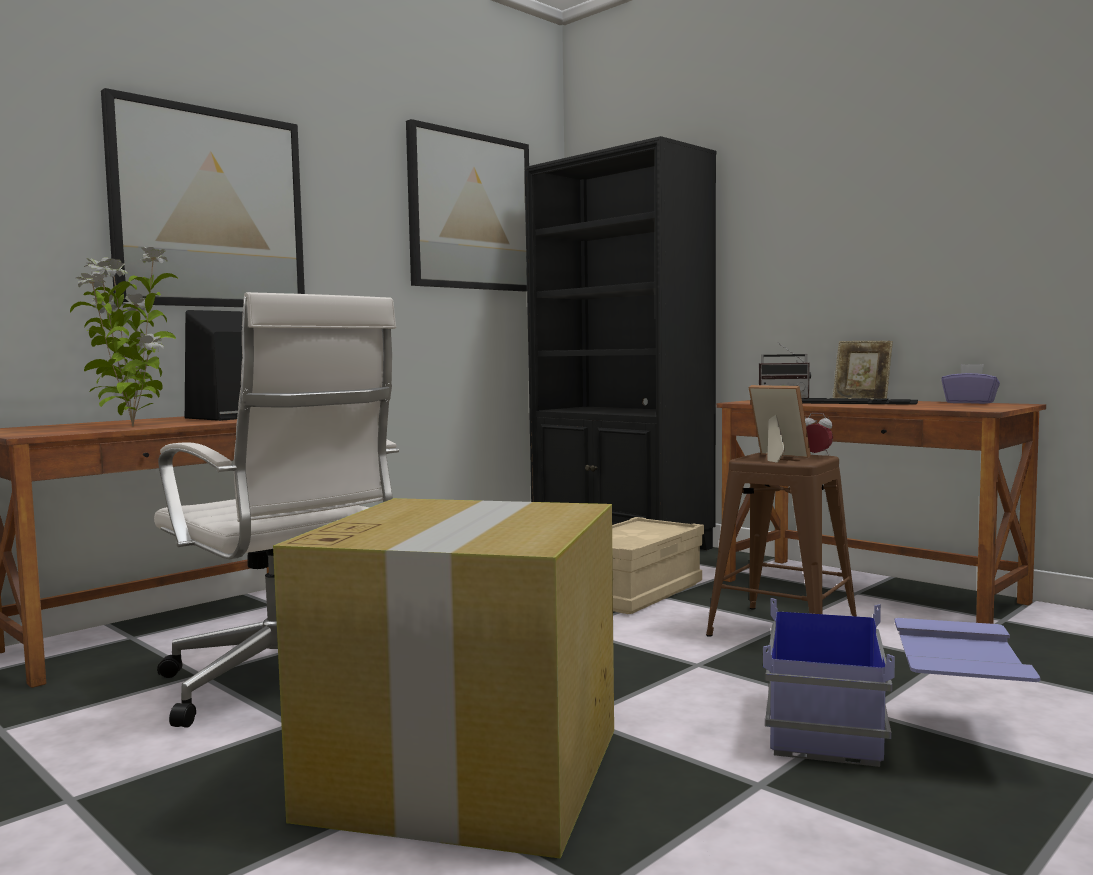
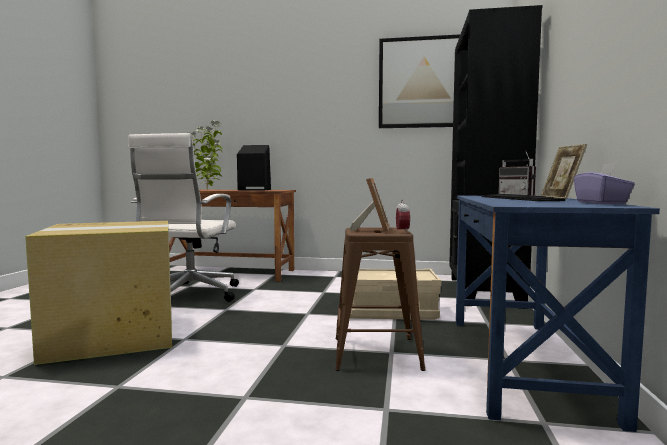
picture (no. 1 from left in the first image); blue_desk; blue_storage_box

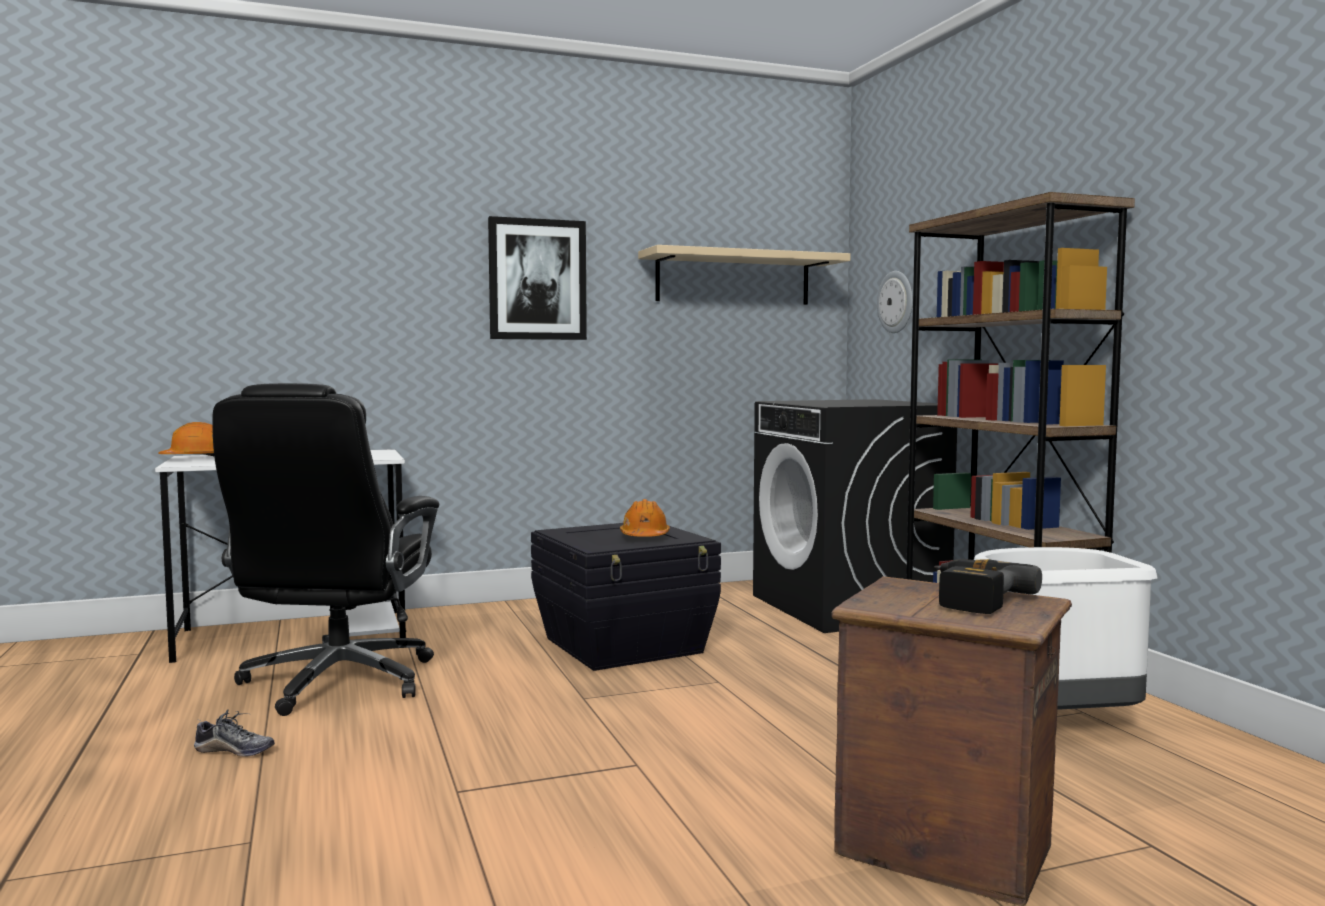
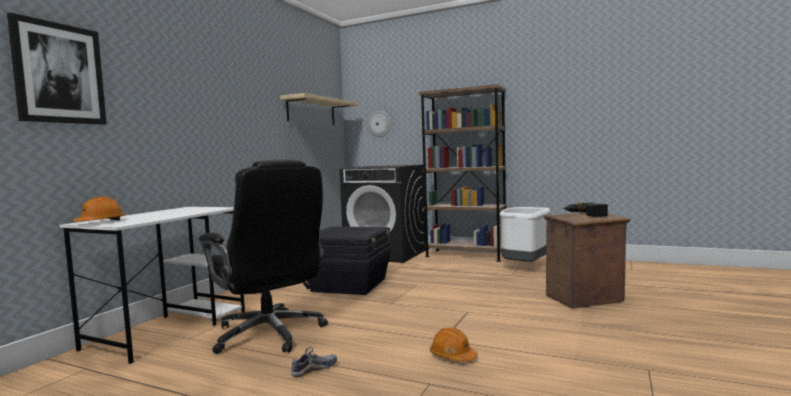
picture; orange_hard_hat (no. 2 from left)

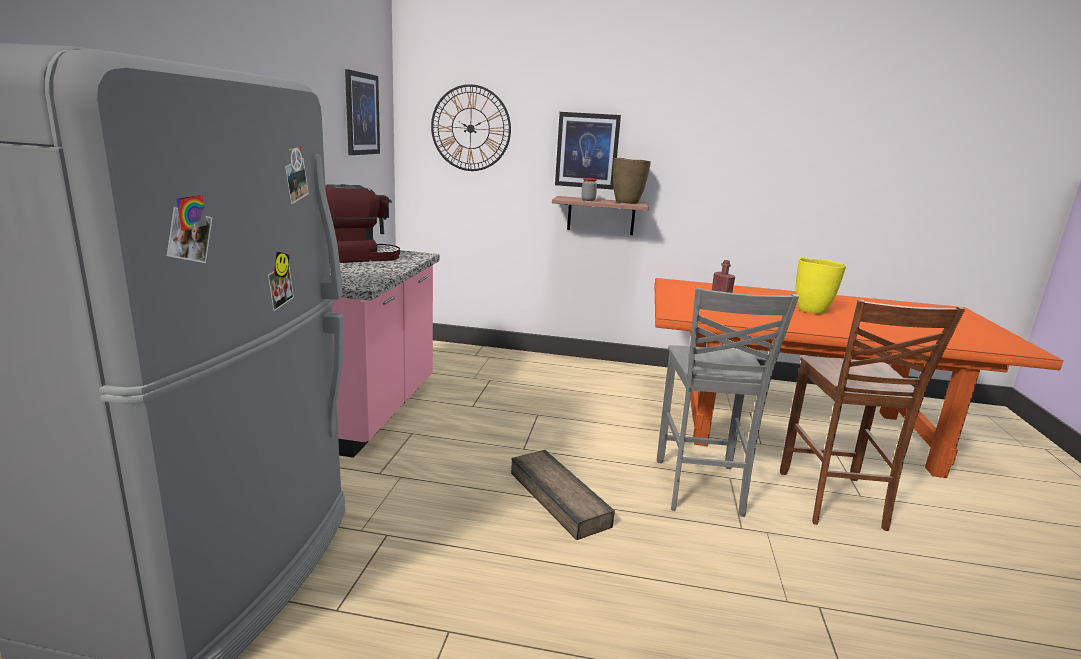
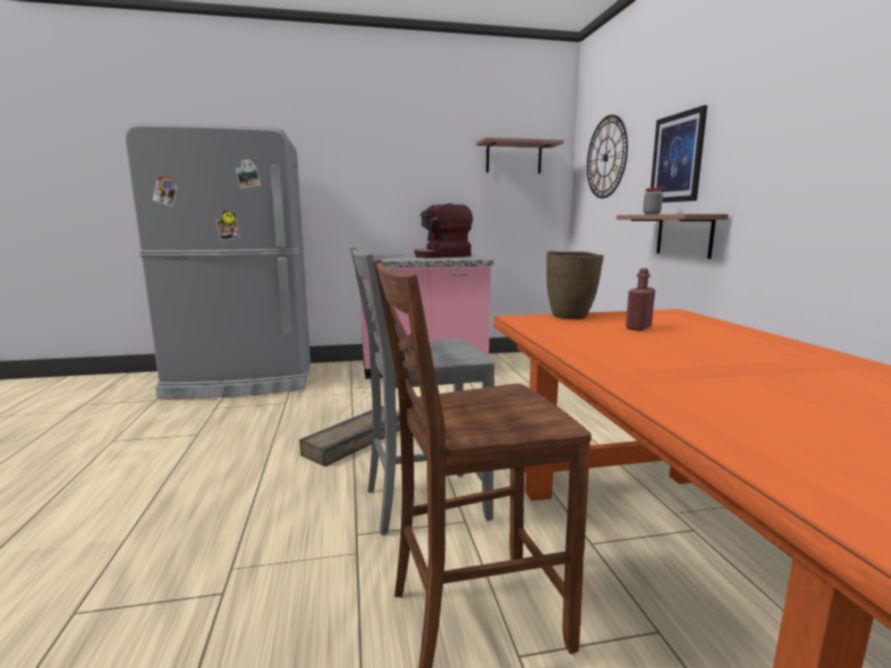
shelf (no. 1 from left); brown_vase; coffee_machine; yellow_vase

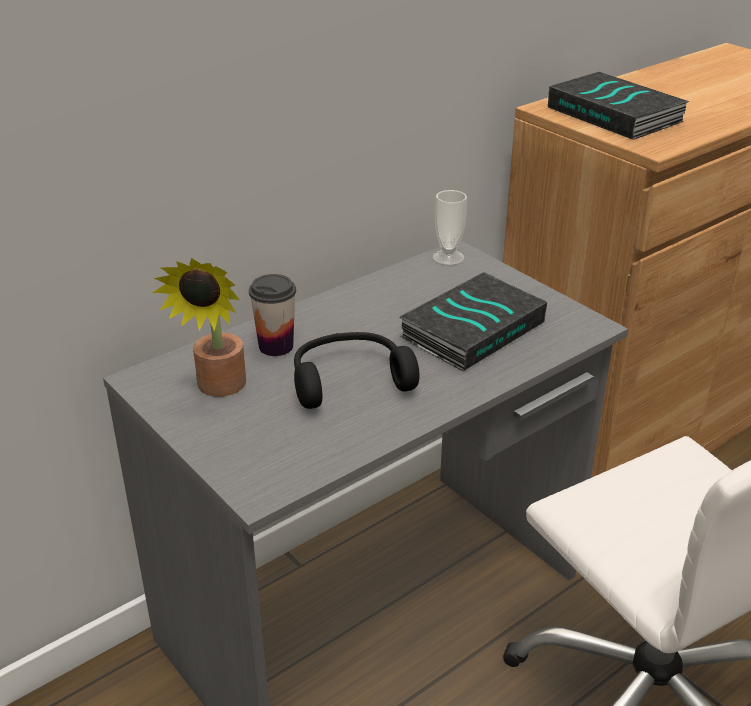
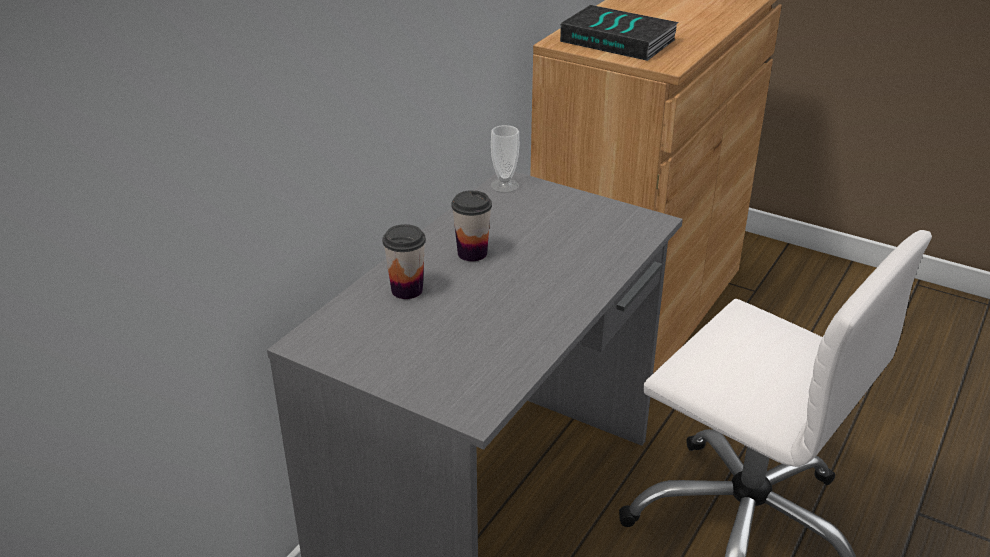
potted_plant; book (no. 1 from left in the first image); black_headphones; cup (no. 2 from left)

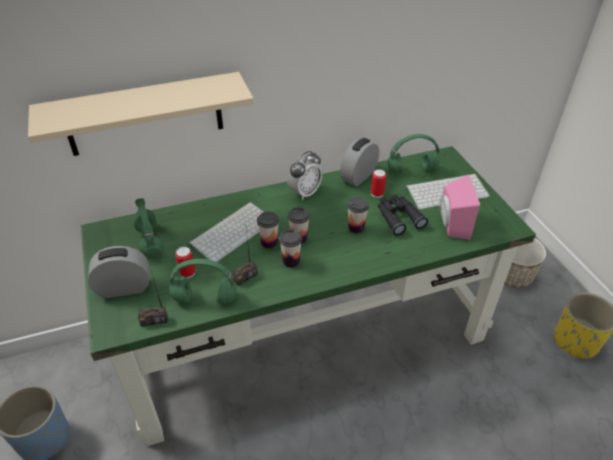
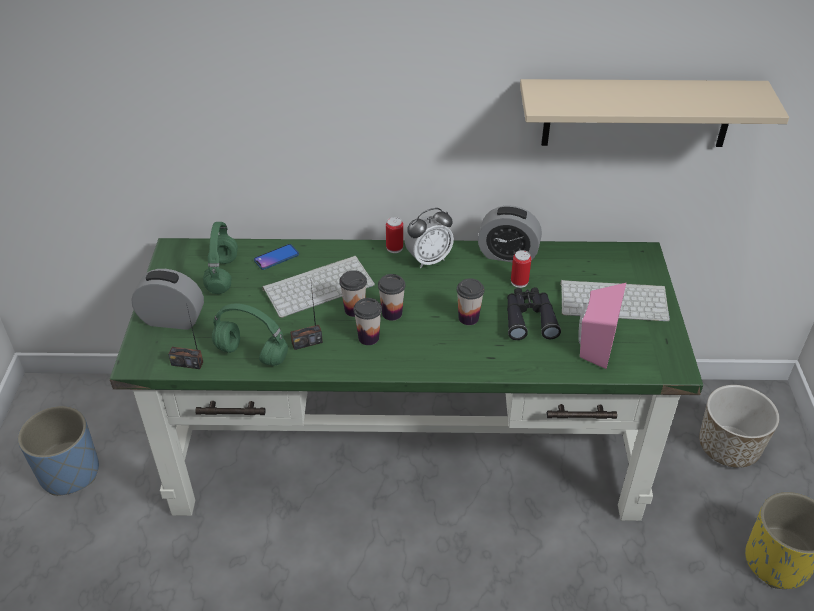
beige_shelf; green_headphones (no. 3 from left in the first image); alarm_clock (no. 3 from left); can (no. 1 from left); phone

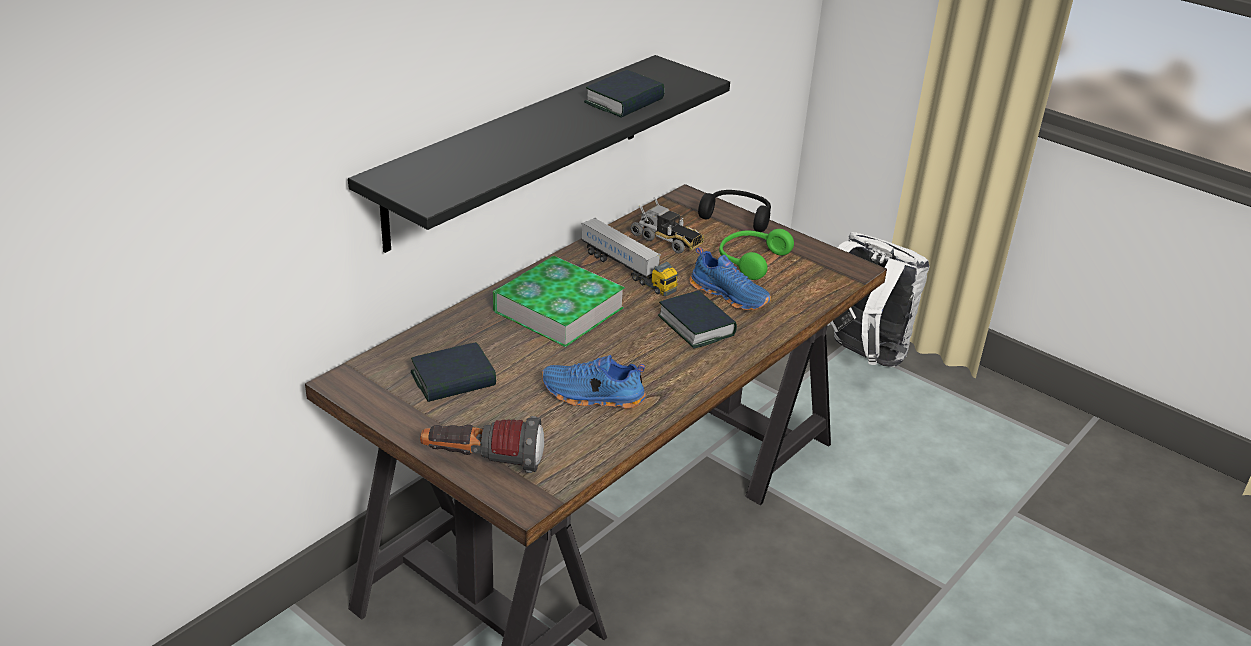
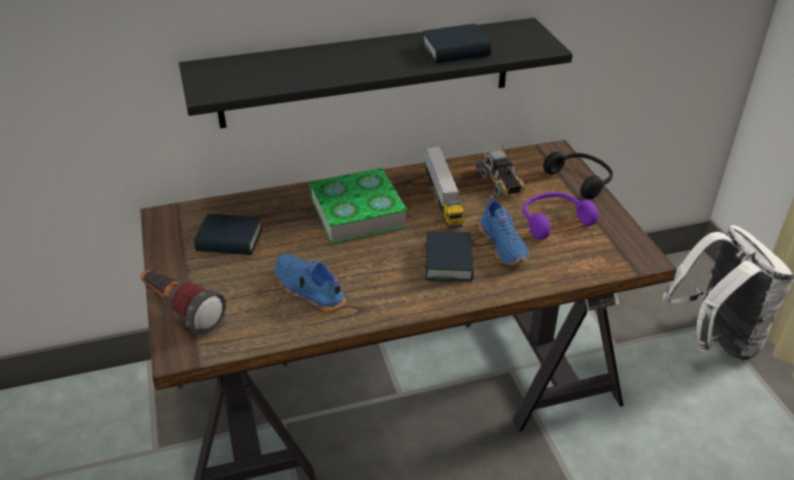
purple_headphones

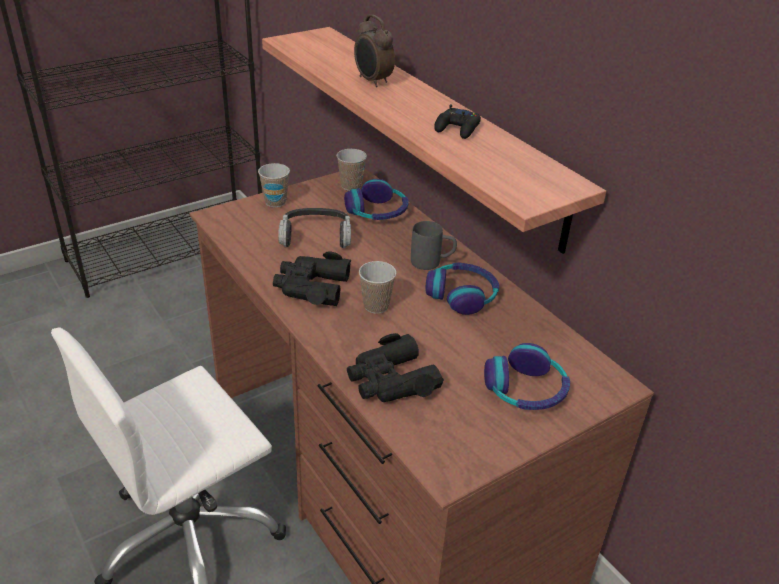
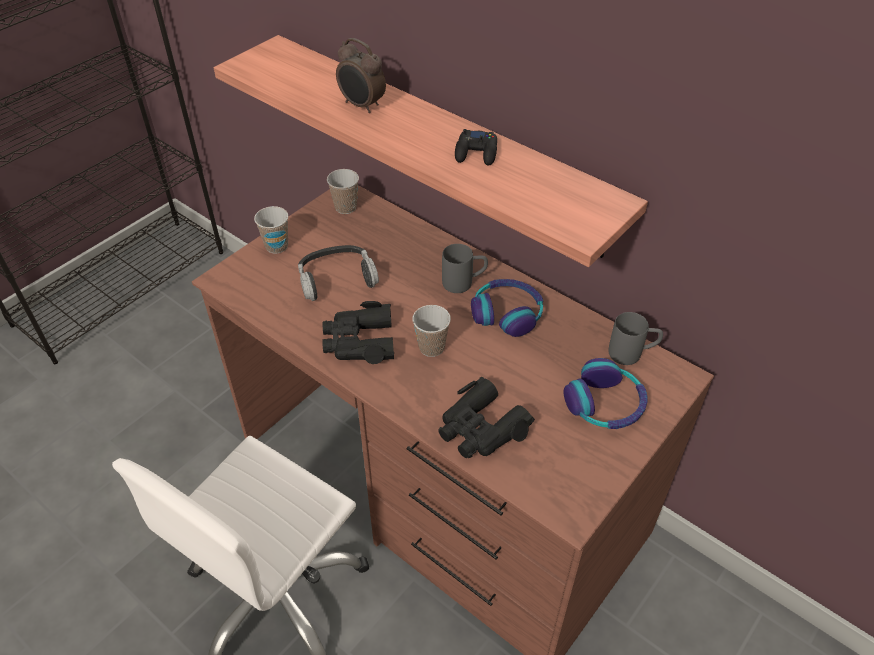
headphones (no. 2 from left in the first image); grey_mug (no. 2 from left)

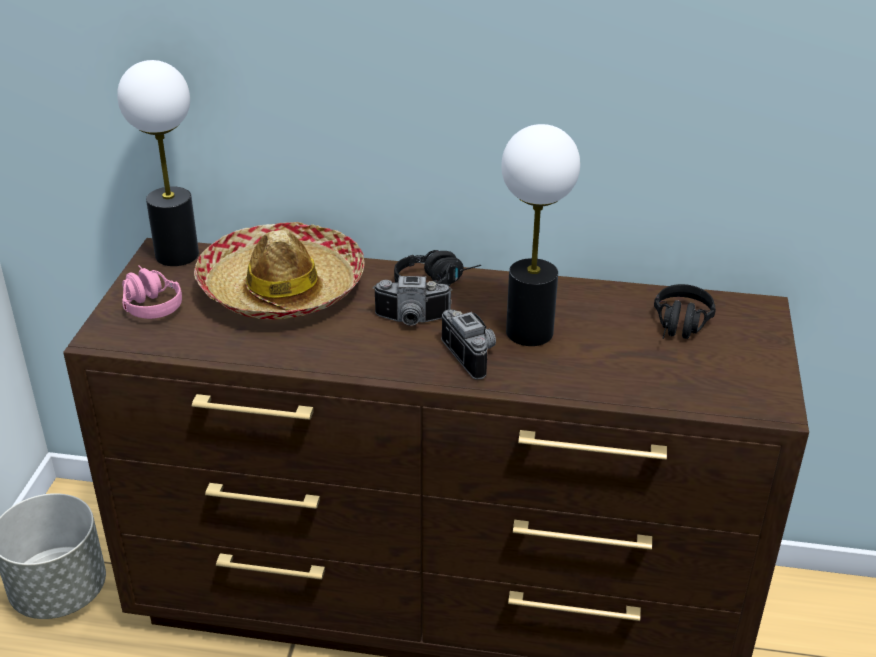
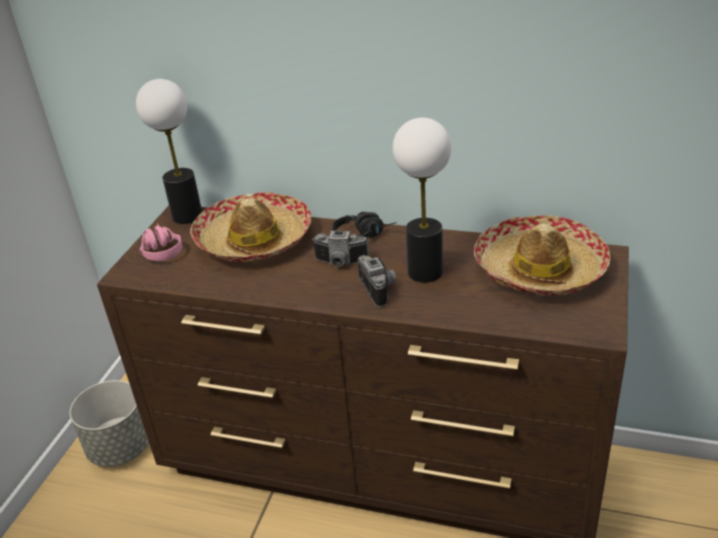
hat (no. 2 from left)

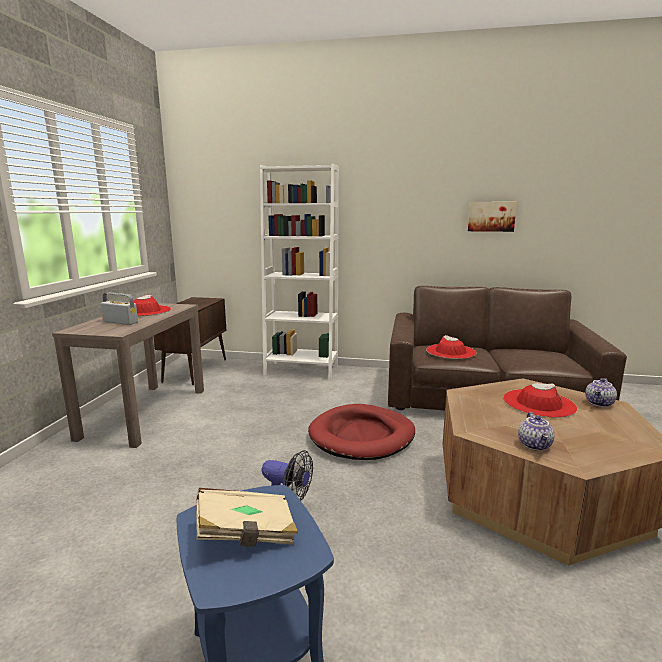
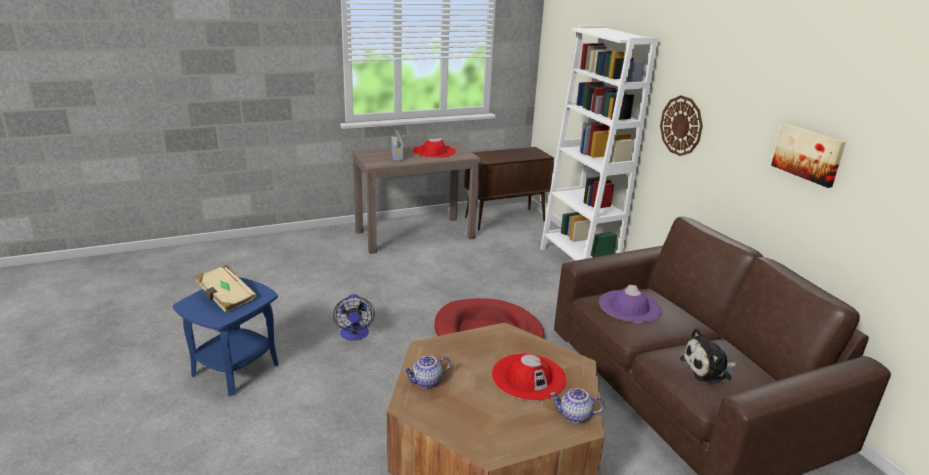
purple_hat; wall_clock; plush_toy

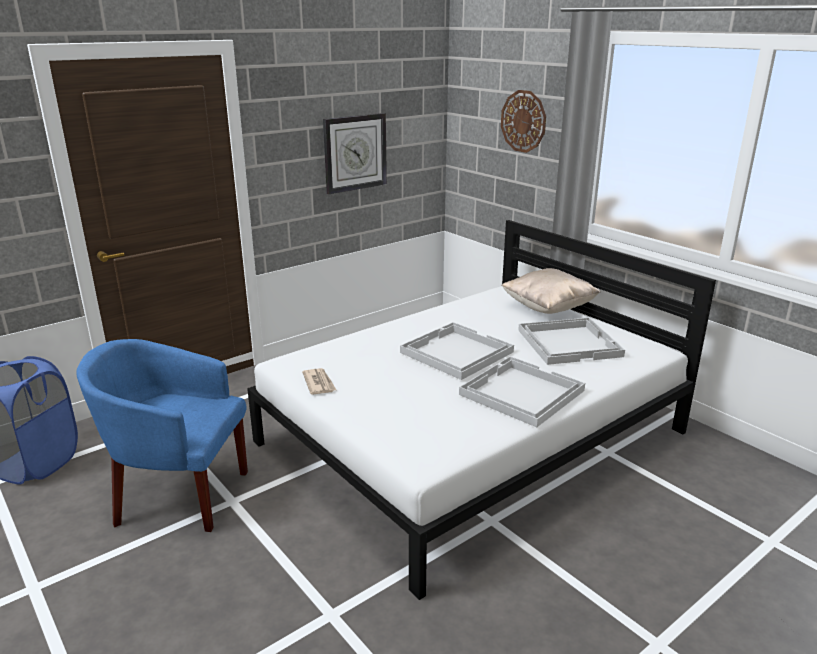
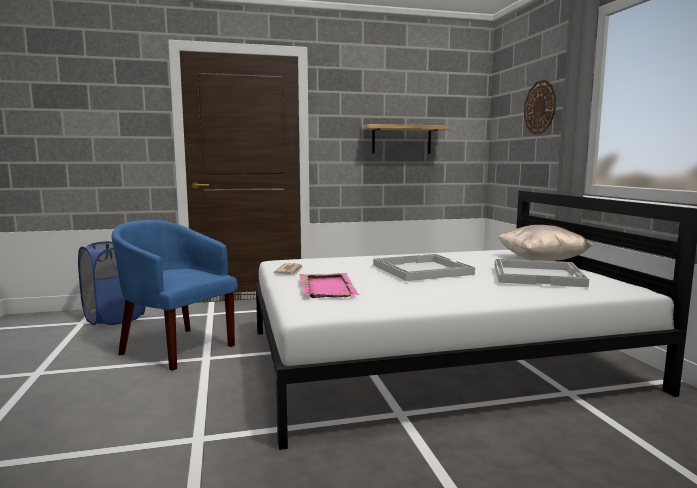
shelf; white_tray (no. 2 from left in the first image); pink_tray

